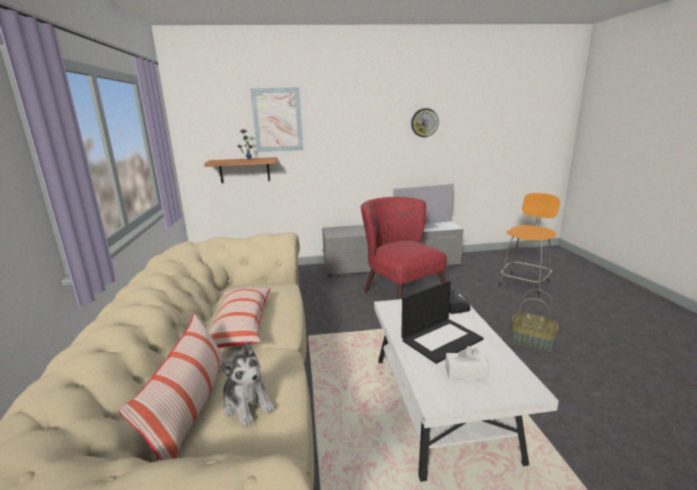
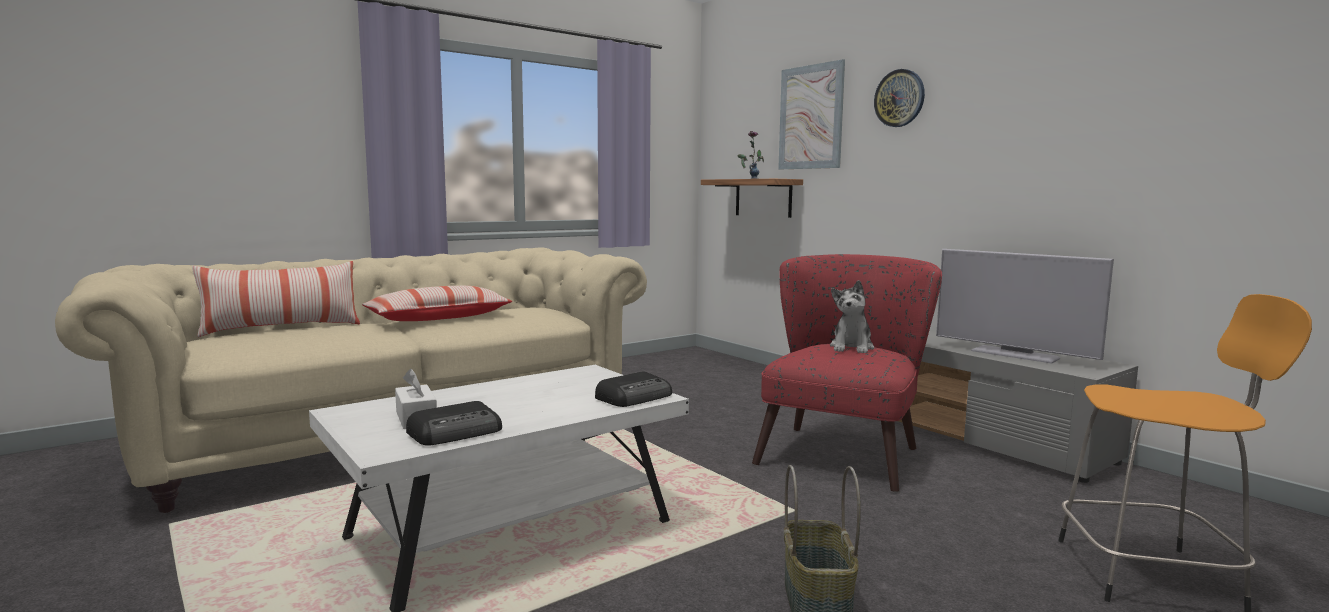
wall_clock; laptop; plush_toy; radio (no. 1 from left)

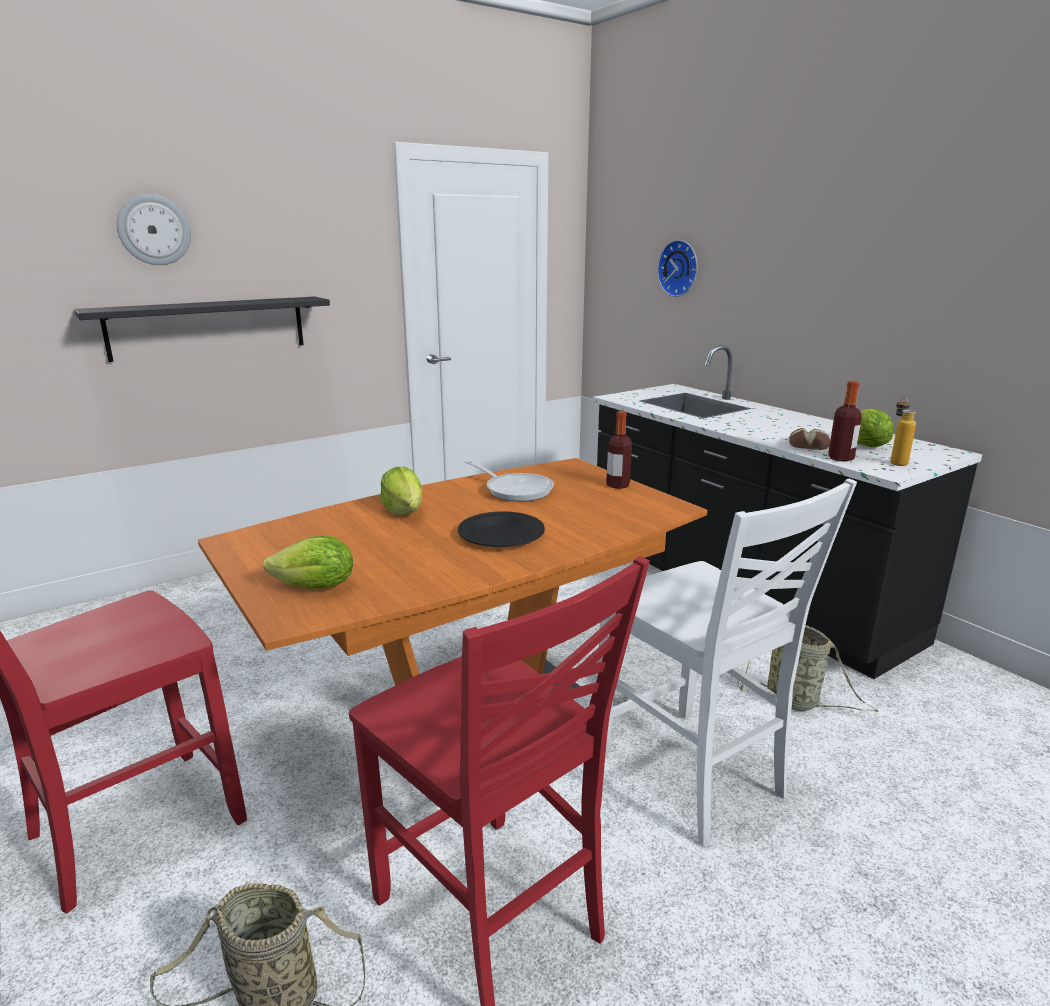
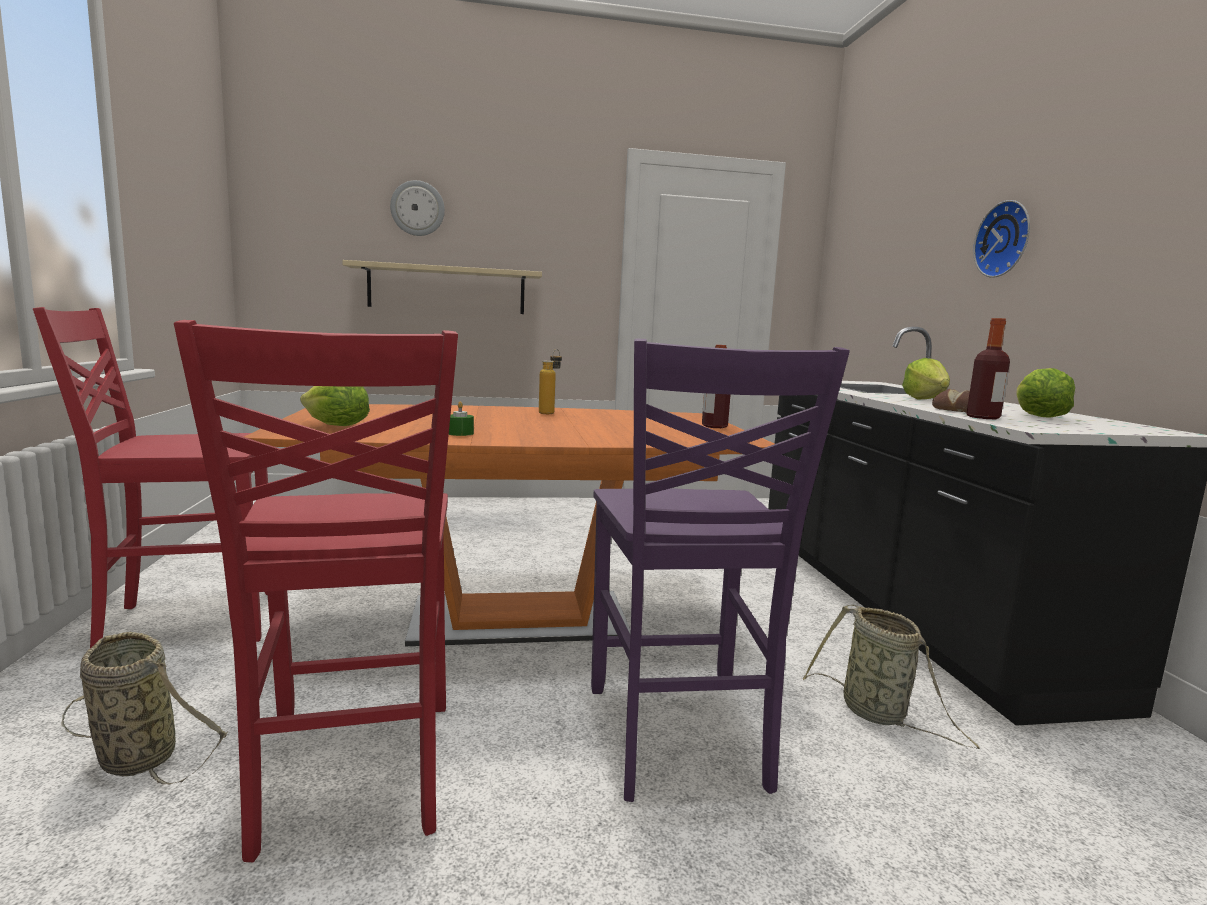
wall_clock (no. 2 from left); beige_shelf; bottle (no. 1 from left); frying_pan; lettuce (no. 2 from left); purple_chair; black_plate; green_candle

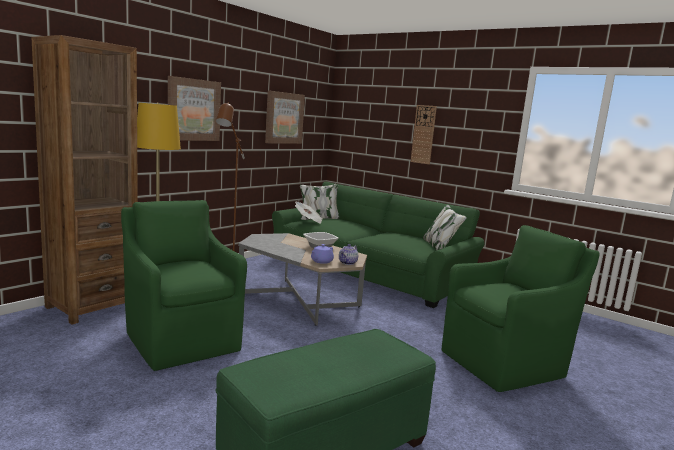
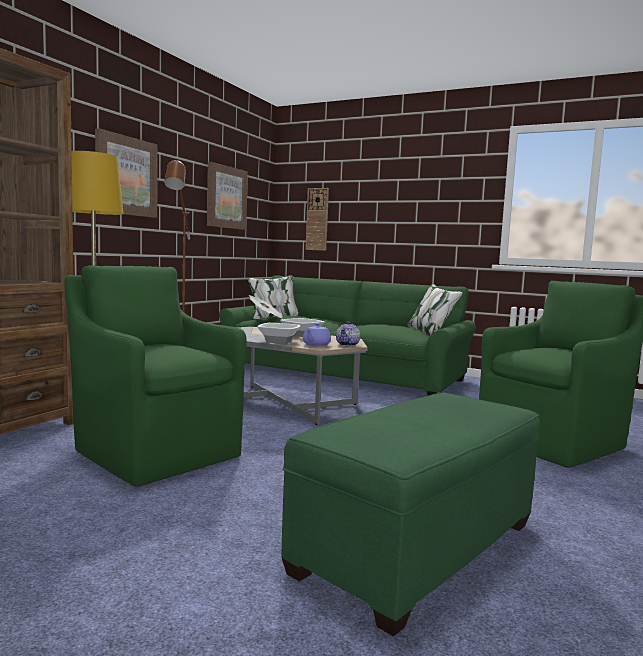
wall_clock; bowl (no. 1 from left)

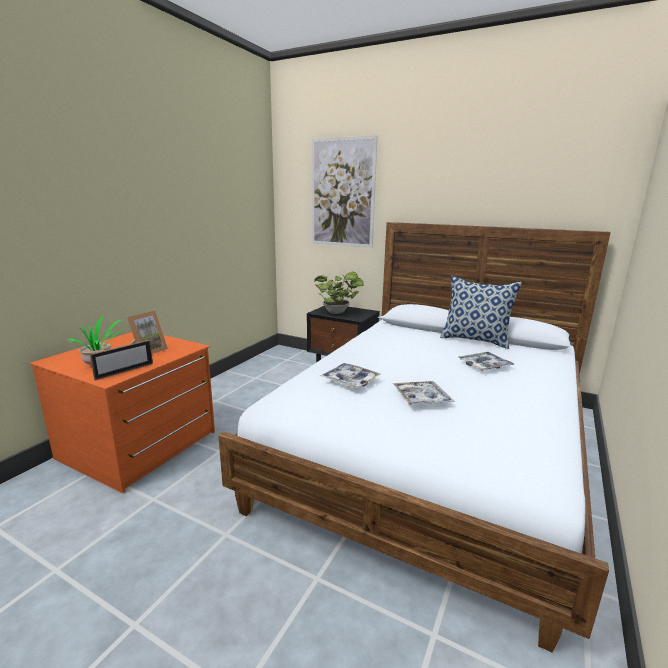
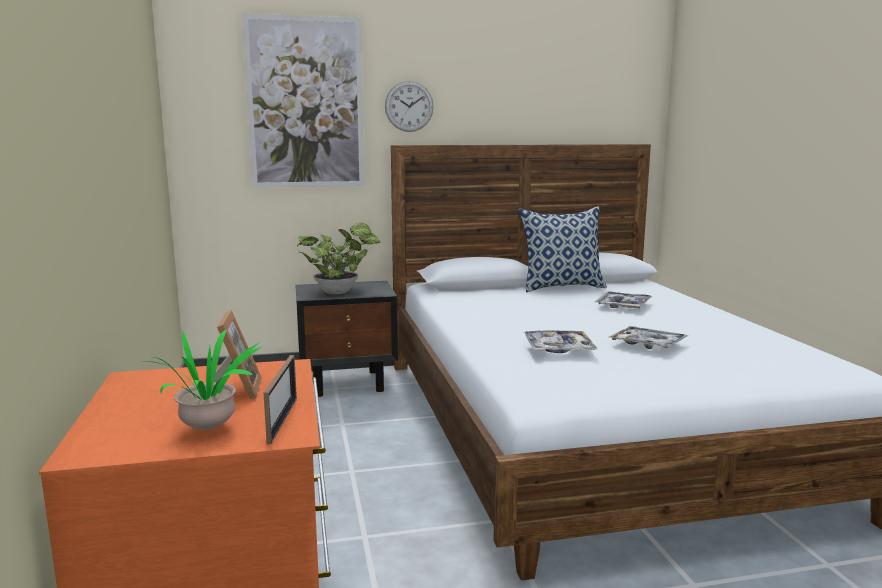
wall_clock

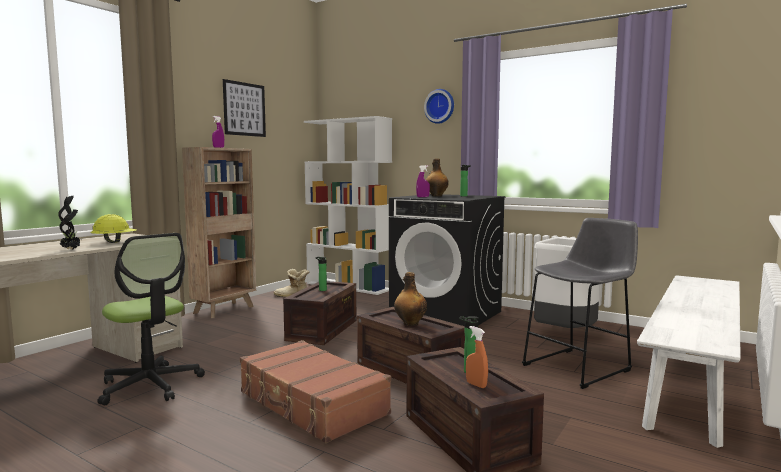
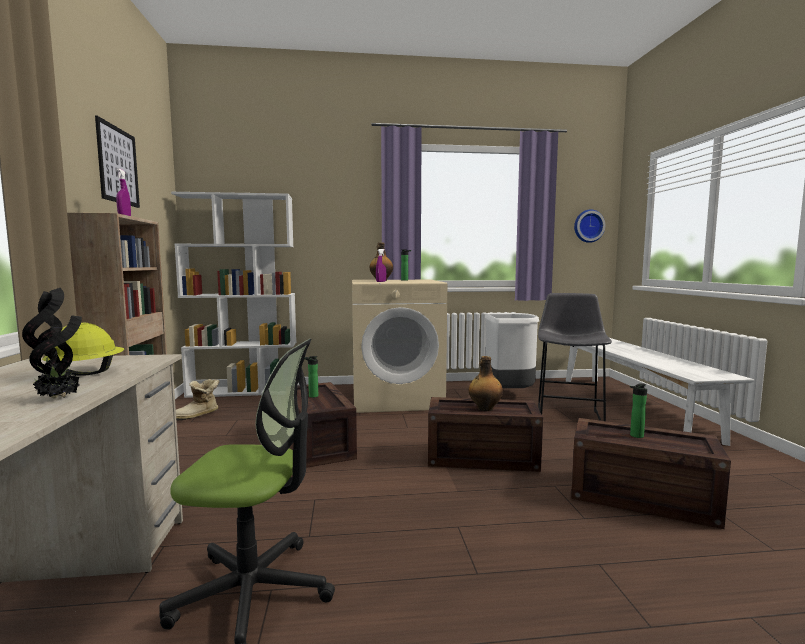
wall_clock; beige_washing_machine; orange_spray_bottle; brown_suitcase

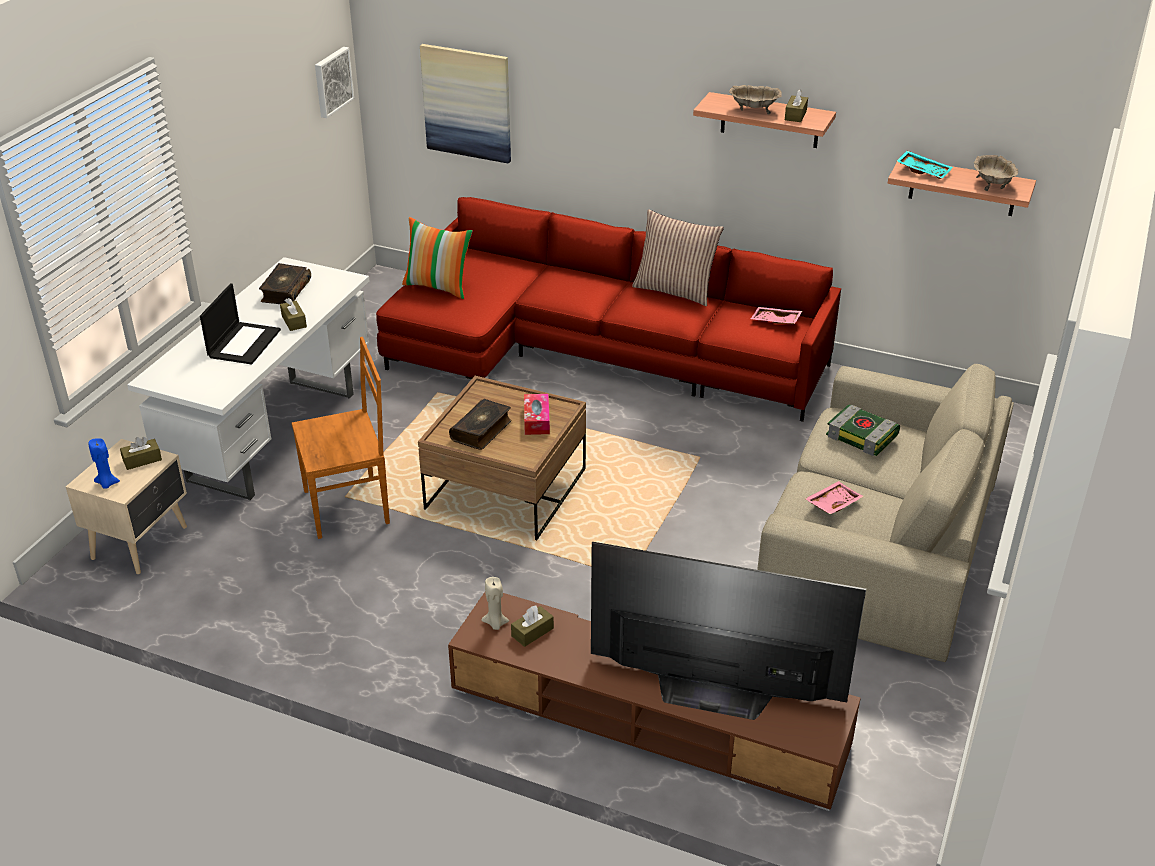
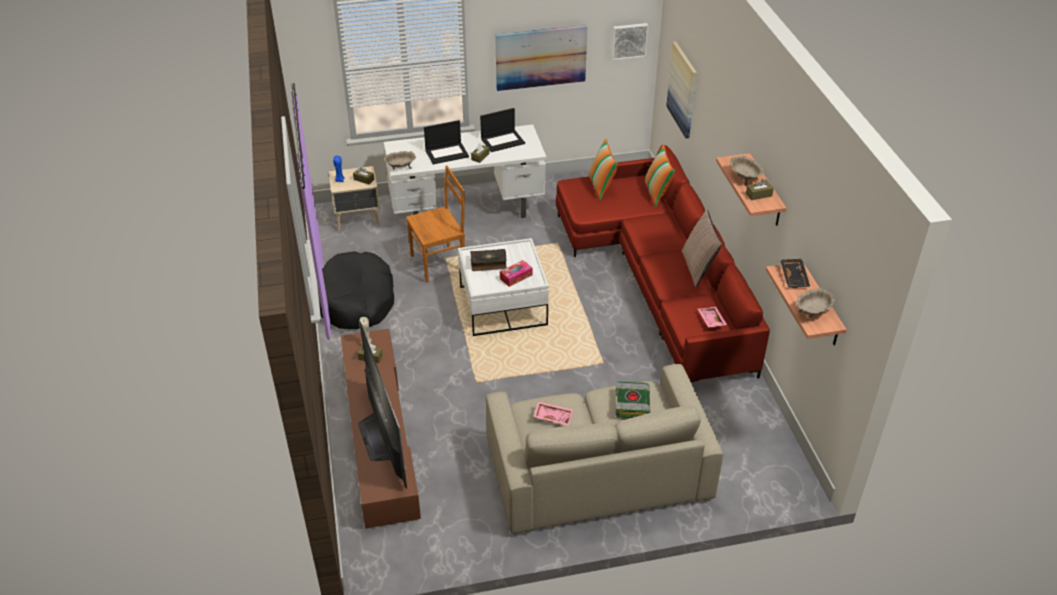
black_tray; laptop (no. 2 from left); brown_chair; white_coffee_table; picture (no. 1 from left); pillow (no. 2 from left); beige_bowl (no. 1 from left); black_dog_bed

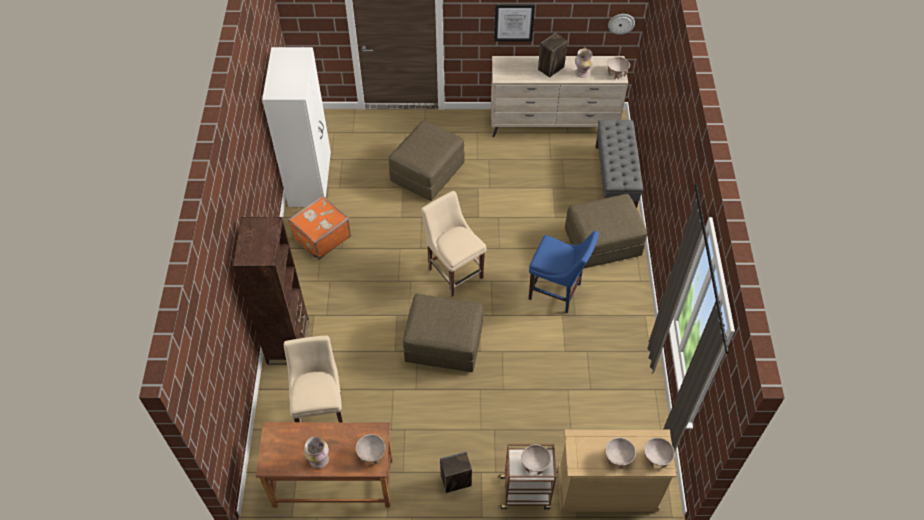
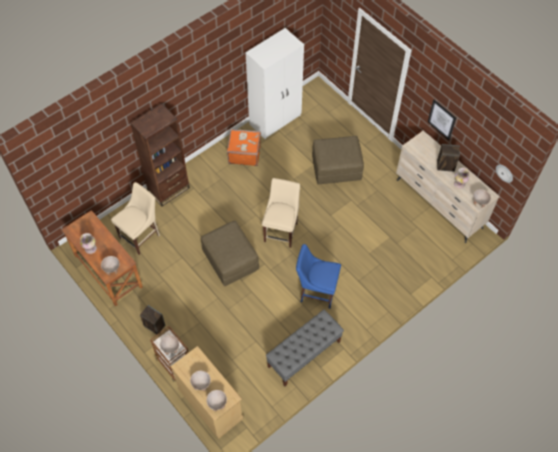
grey_bench; brown_ottoman (no. 3 from left in the first image); blue_chair

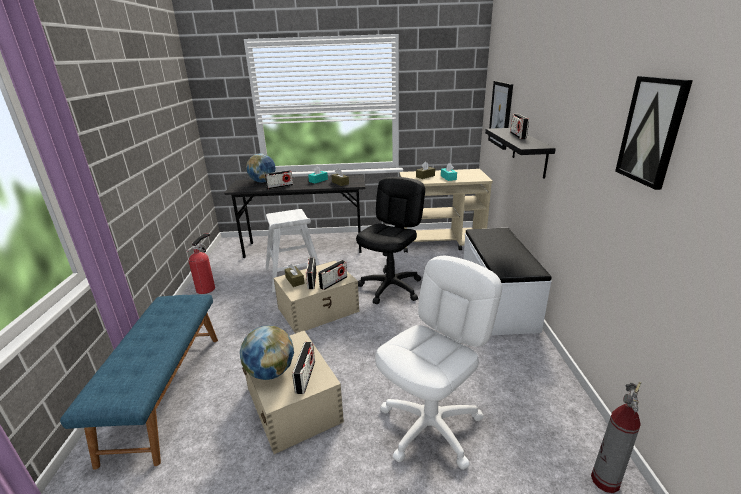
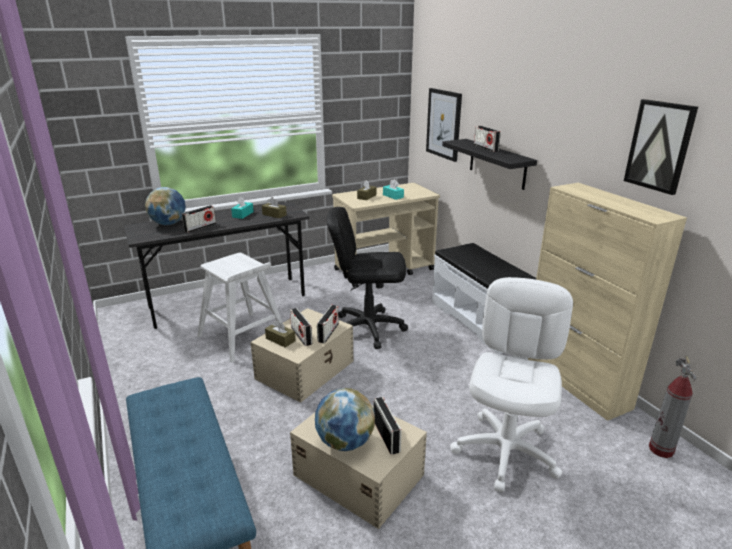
black_office_chair; fire_extinguisher (no. 1 from left in the first image); beige_cabinet

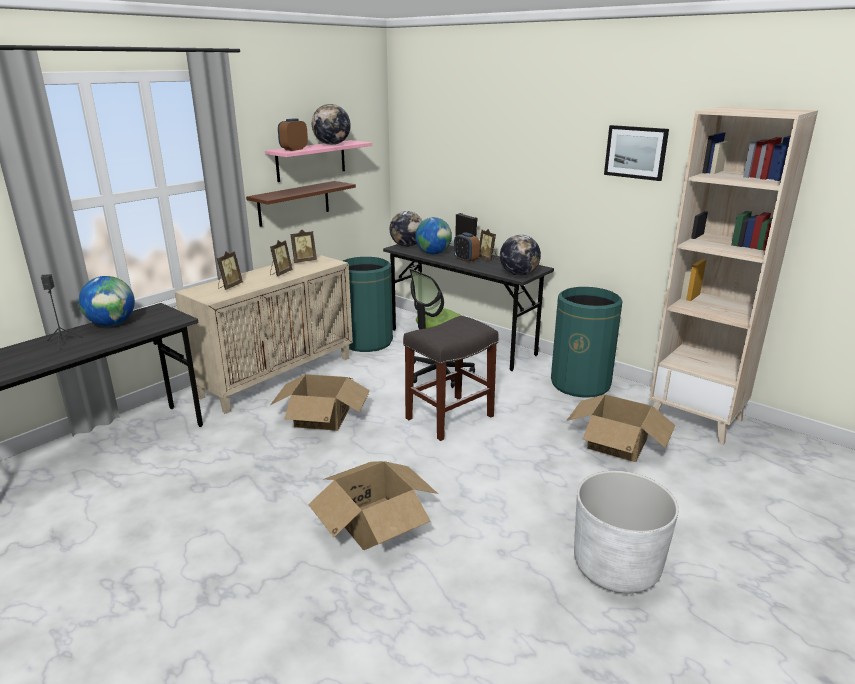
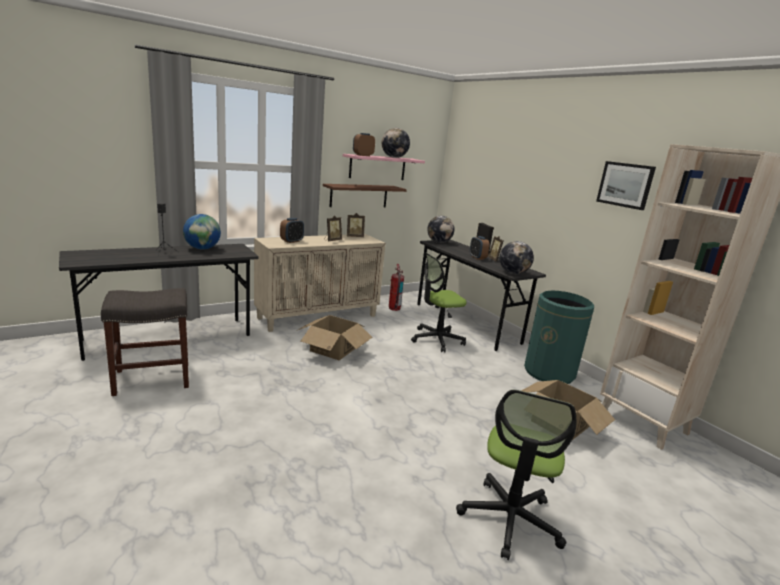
globe (no. 4 from left in the first image); alarm_clock (no. 1 from left); fire_extinguisher; grey_stool; cardboard_box (no. 2 from left in the first image); office_chair (no. 2 from left)

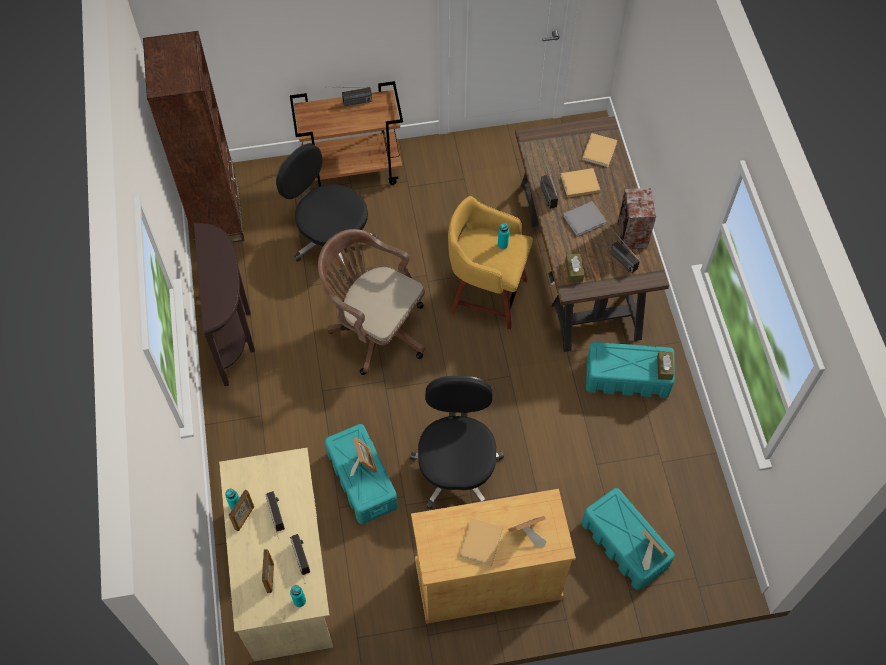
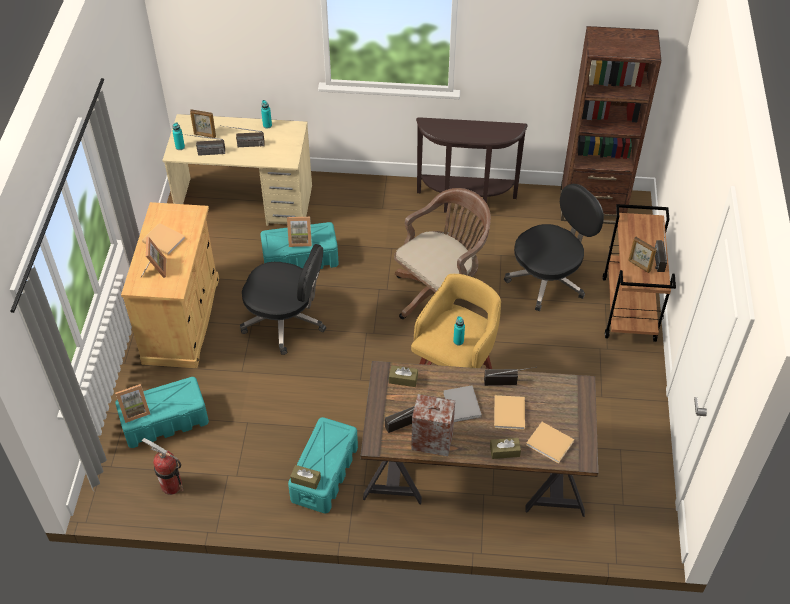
picture_frame (no. 5 from left); fire_extinguisher; brown_tissue_box (no. 3 from left)

